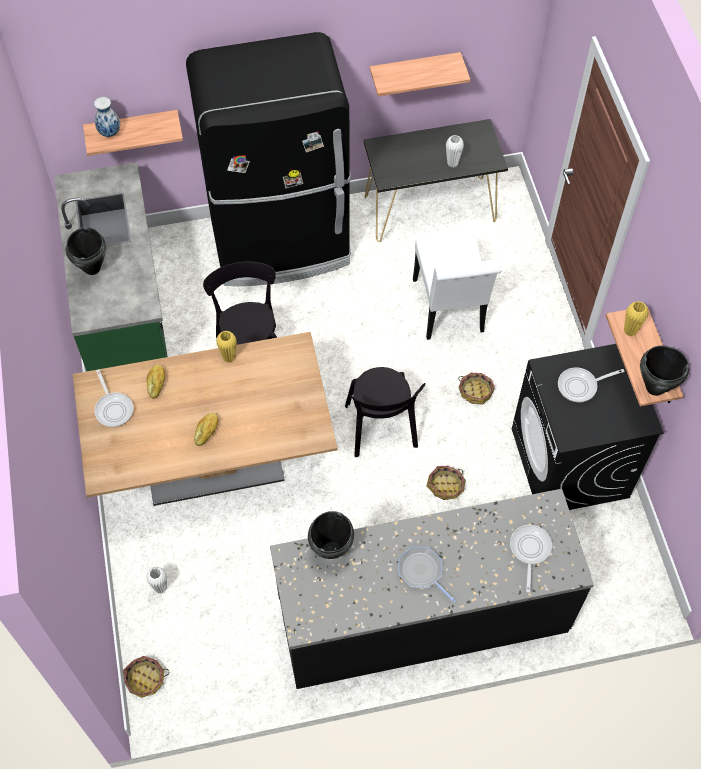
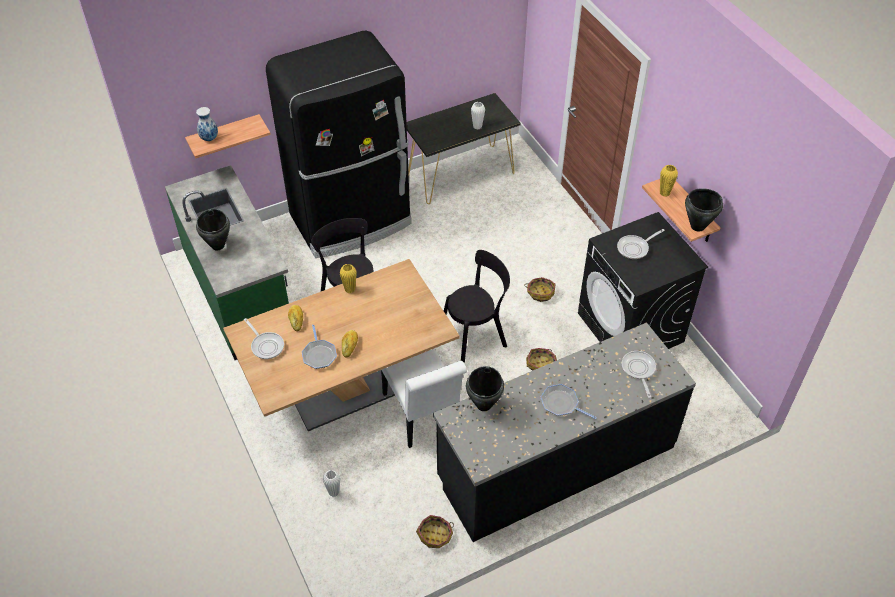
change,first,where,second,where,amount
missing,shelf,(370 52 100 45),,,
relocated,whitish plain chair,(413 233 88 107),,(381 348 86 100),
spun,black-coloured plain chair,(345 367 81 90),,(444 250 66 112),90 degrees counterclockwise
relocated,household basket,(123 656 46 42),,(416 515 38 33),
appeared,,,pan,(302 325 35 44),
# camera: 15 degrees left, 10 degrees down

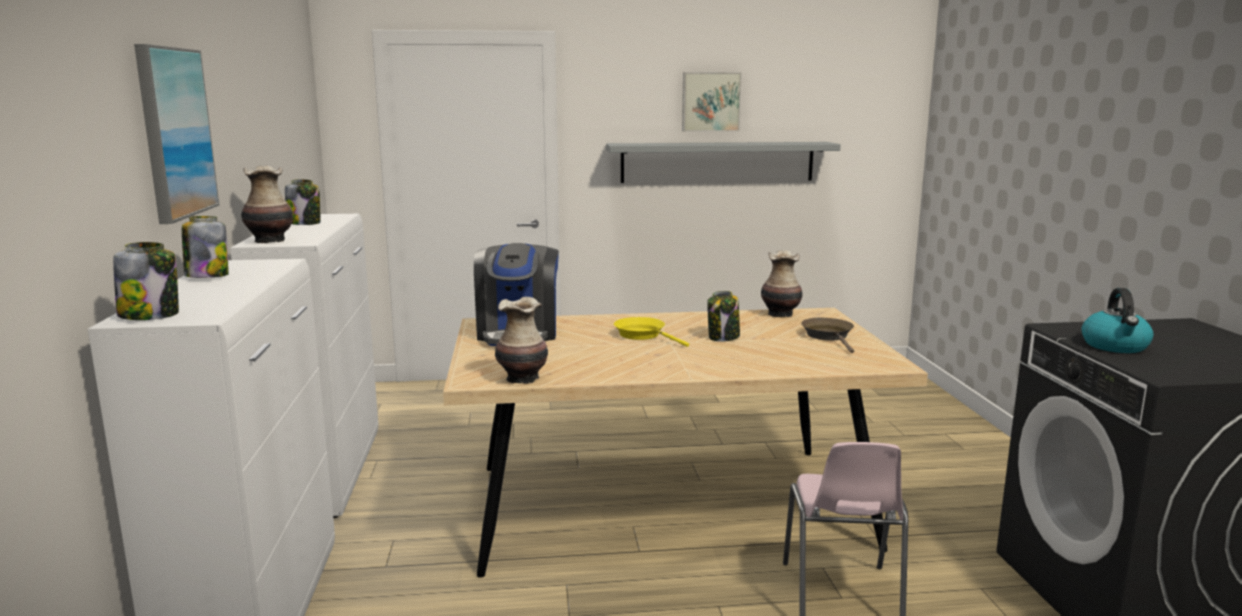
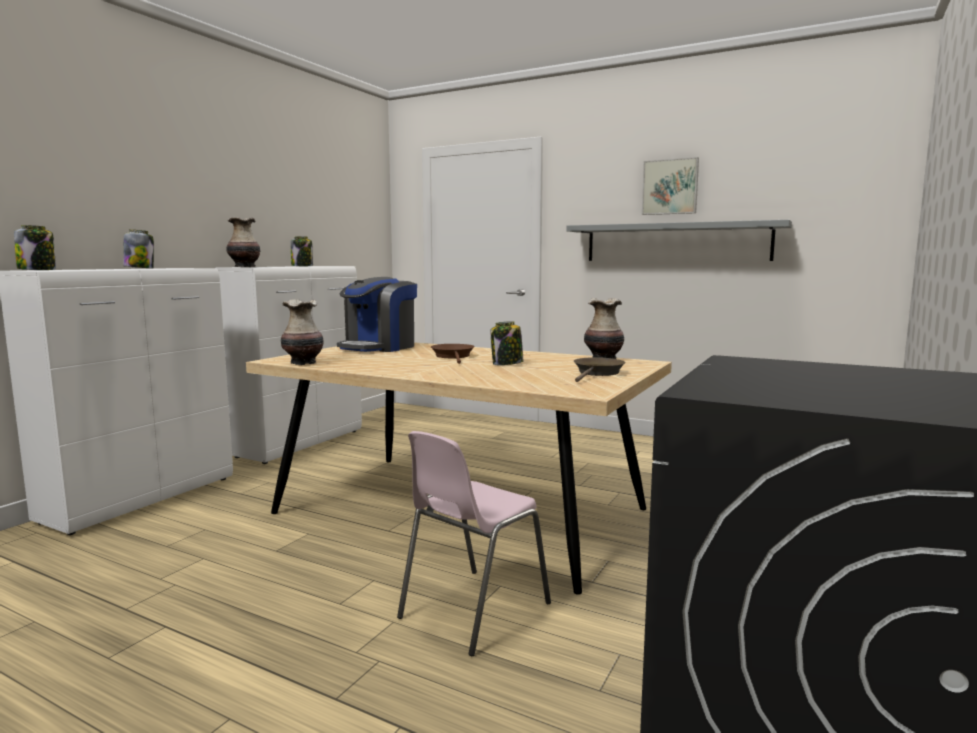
change,first,where,second,where,amount
missing,wall art,(134 44 85 180),,,
missing,kettle,(1082 288 71 65),,,
colour,yellowish pan,(614 317 75 30),brownish pan,(431 344 44 20),
# camera: 35 degrees right, 5 degrees down

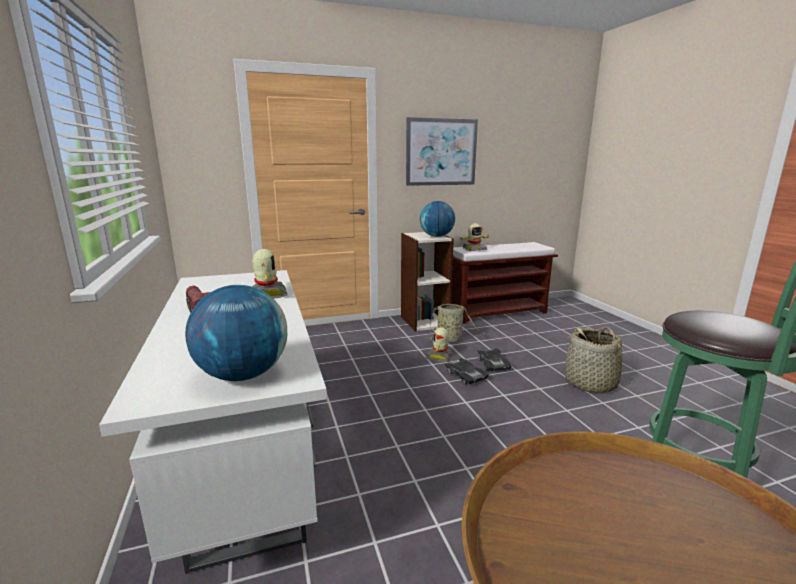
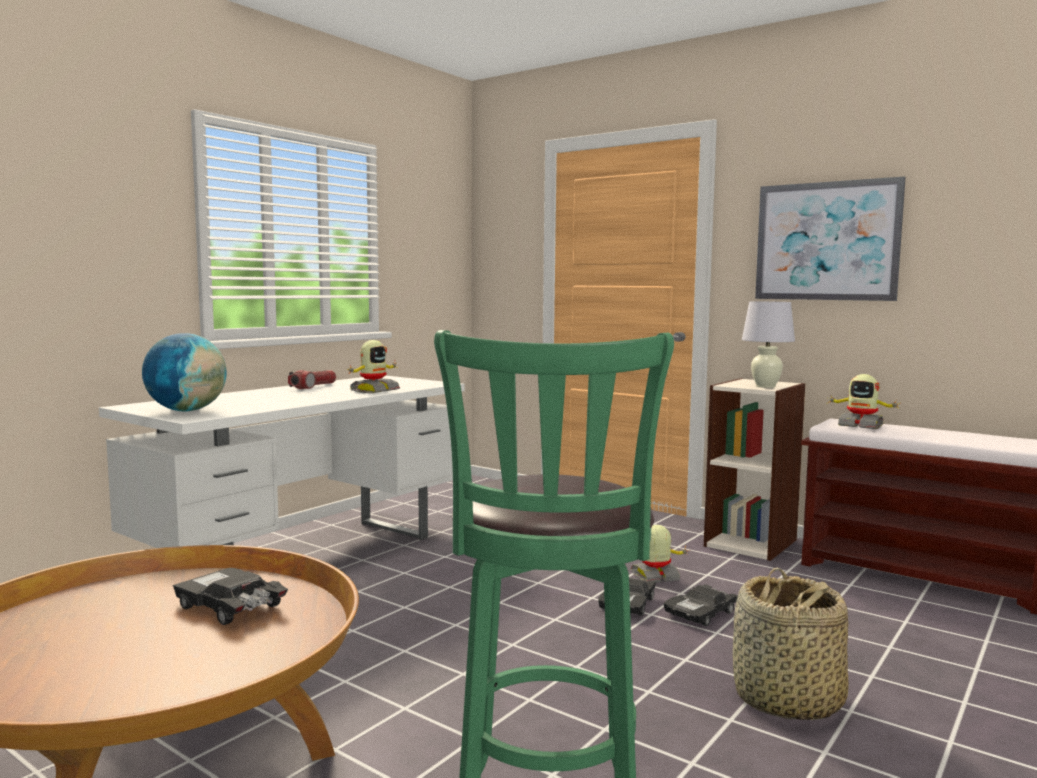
change,first,where,second,where,amount
exchanged,world globe,(420 201 35 36),whitish tabletop lamp,(742 301 53 87),
missing,household basket,(425 304 60 39),,,
appeared,,,black-coloured model car,(173 568 115 57),
# camera: 55 degrees right, 10 degrees down

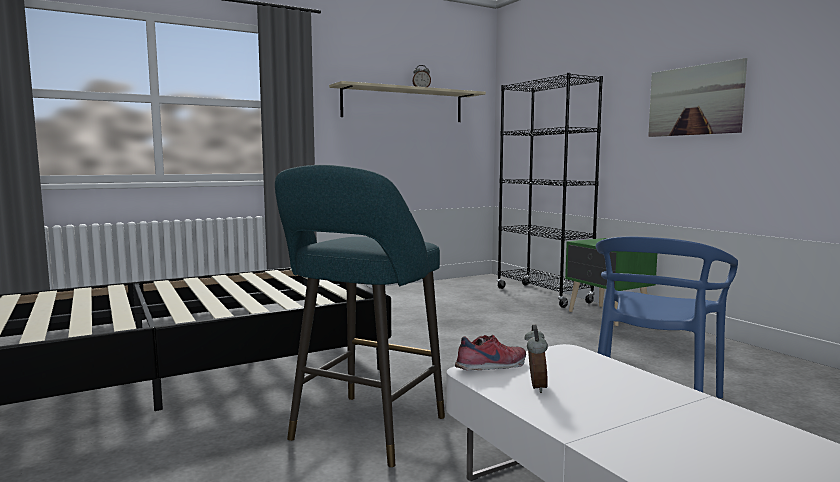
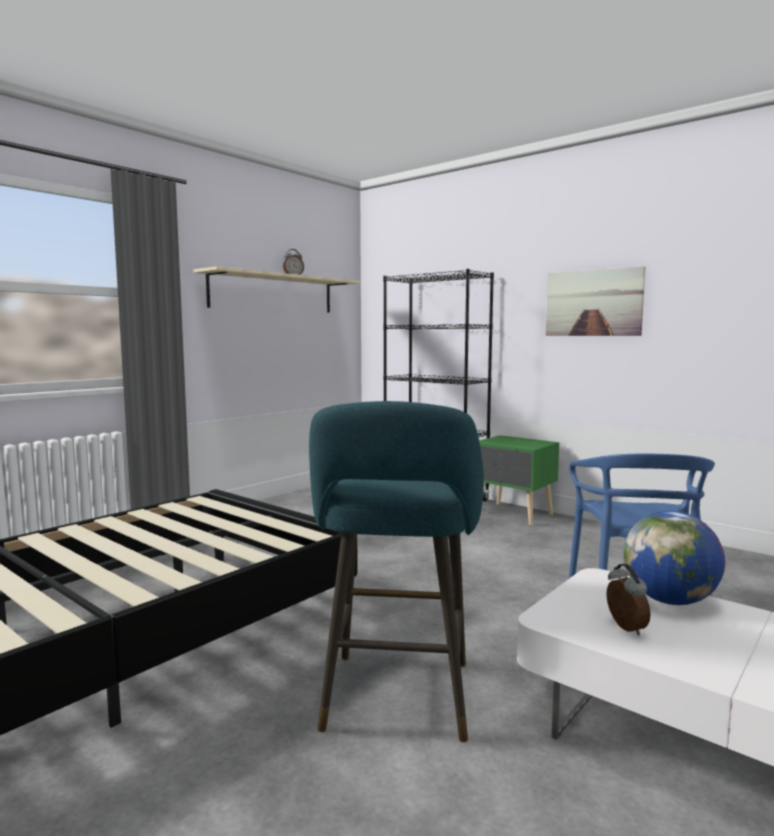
change,first,where,second,where,amount
missing,item of footwear,(455 335 71 35),,,
appeared,,,world globe,(624 511 101 94),
# camera: 20 degrees left, 0 degrees up

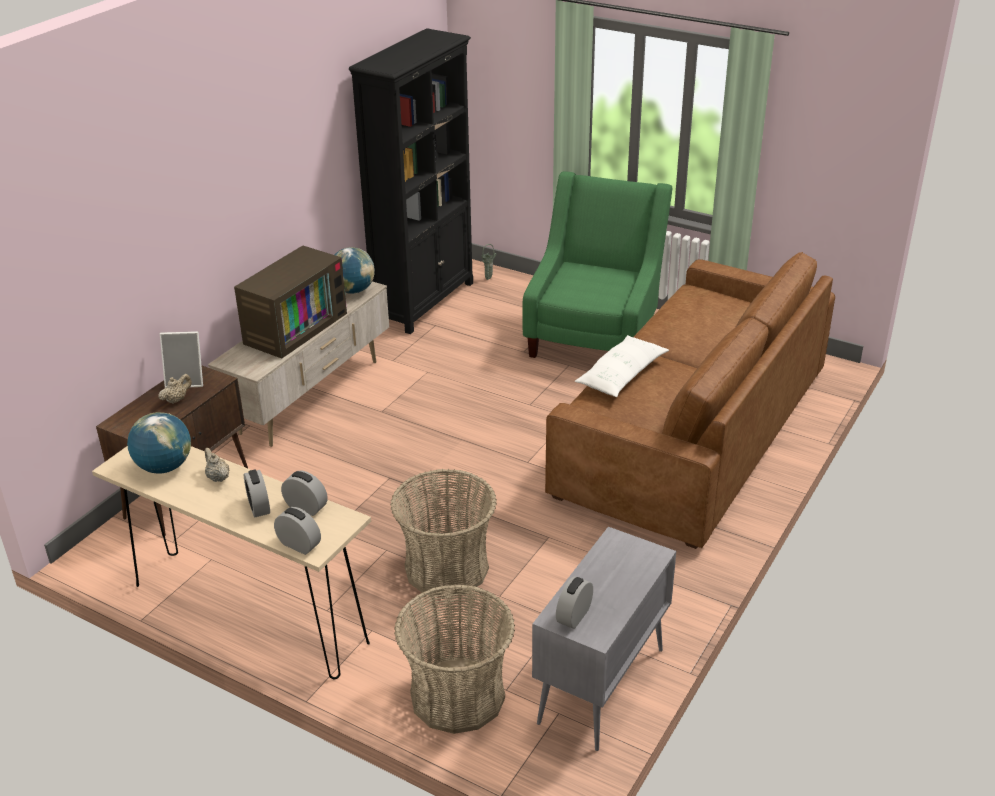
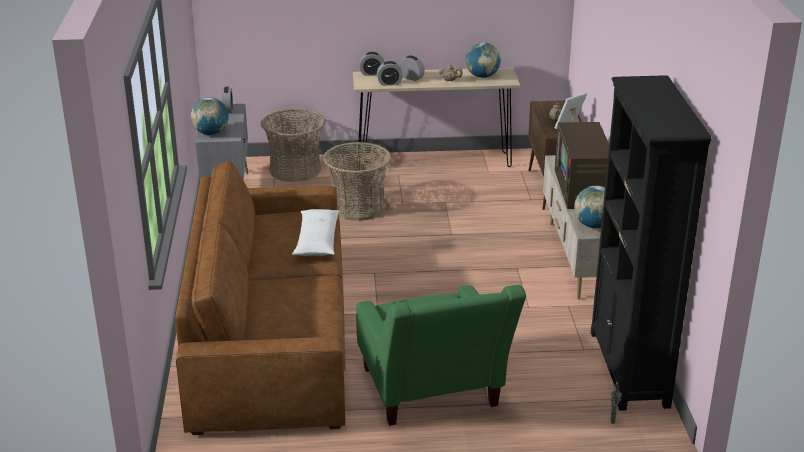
change,first,where,second,where,amount
appeared,,,world globe,(190 97 38 38),
# camera: 145 degrees right, 5 degrees down

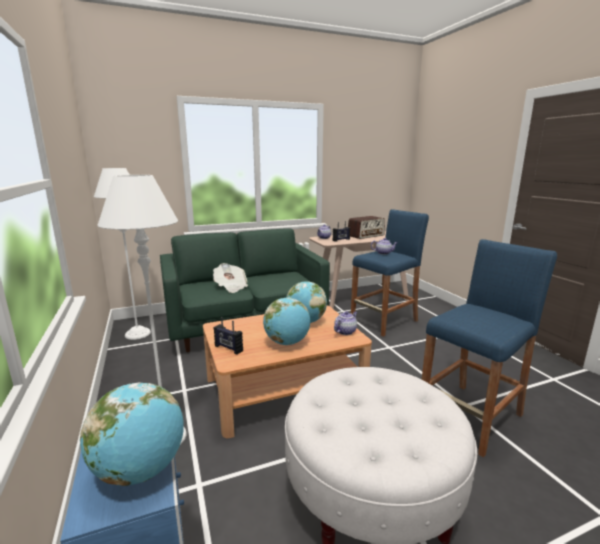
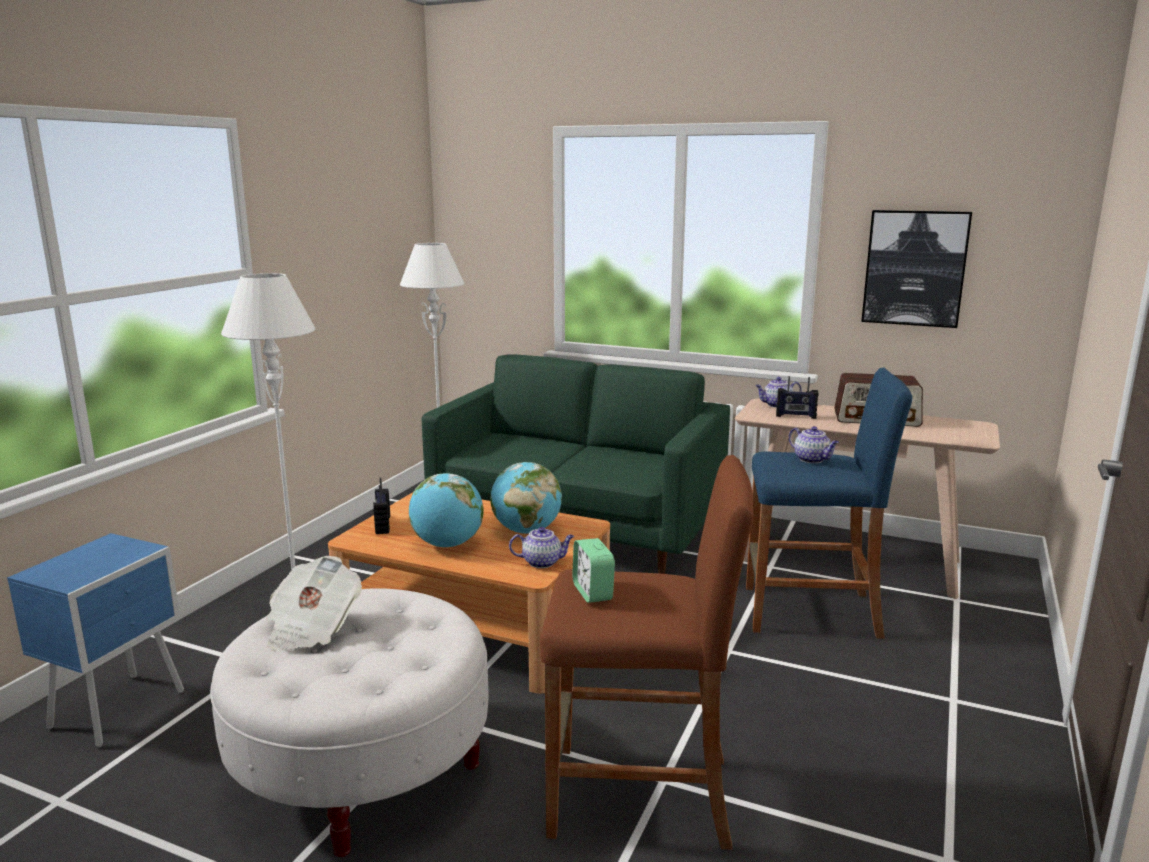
change,first,where,second,where,amount
colour,blue sitting stool,(422 239 135 218),brownish sitting stool,(540 455 213 395),
relocated,printed paper,(213 263 35 30),,(266 556 96 95),
missing,world globe,(80 382 104 104),,,
appeared,,,wall art,(861 210 111 118),
appeared,,,table clock,(572 538 43 65),
# camera: 45 degrees right, 0 degrees up

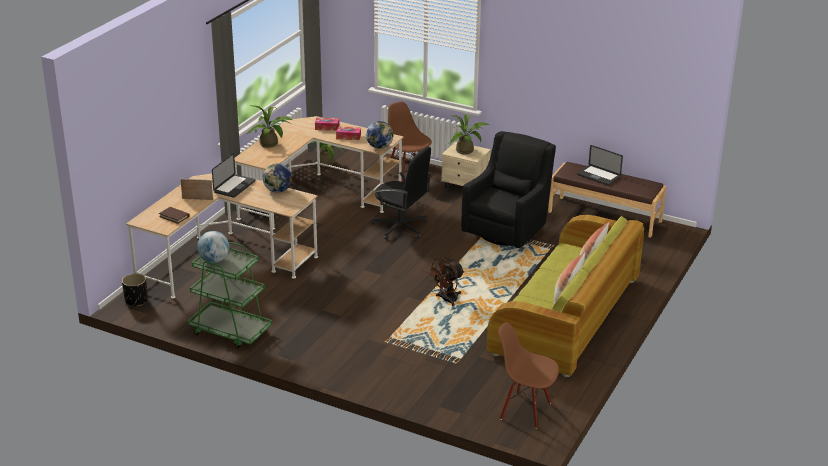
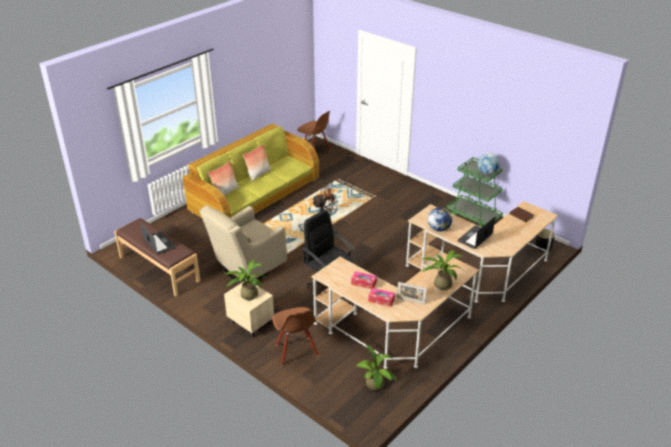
change,first,where,second,where,amount
missing,world globe,(366 121 28 28),,,
colour,black-coloured easy chair,(461 131 95 117),beige-coloured easy chair,(200 205 87 76),
relocated,photo frame,(180 179 33 21),,(397 282 30 22),
# camera: 165 degrees left, 5 degrees up

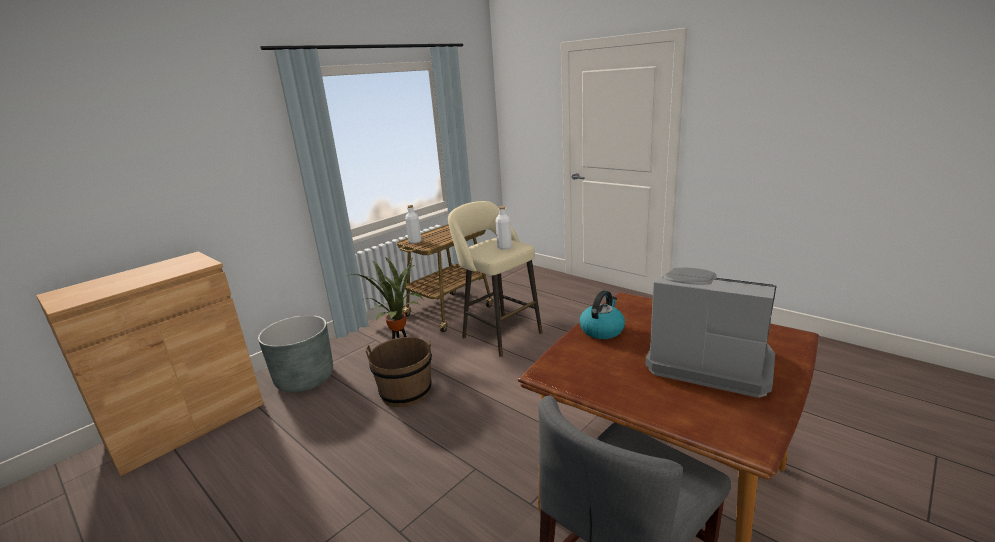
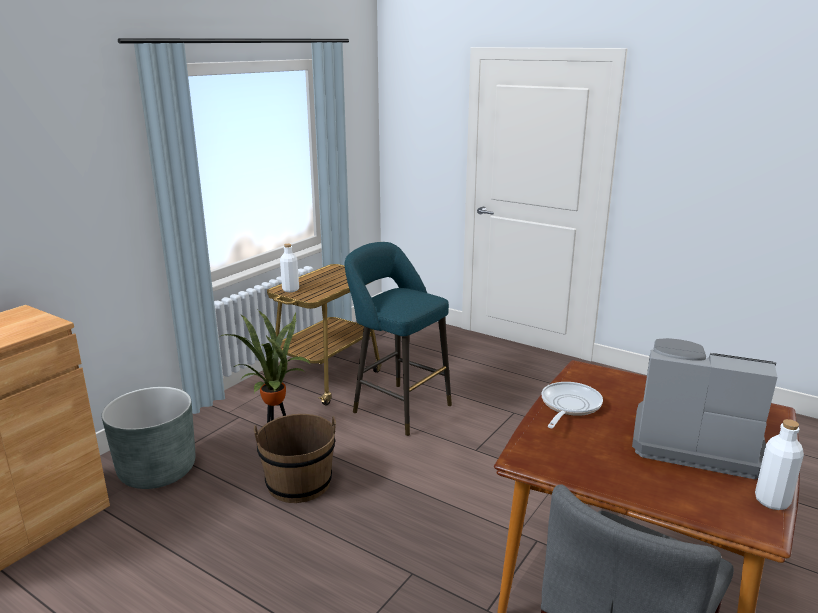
change,first,where,second,where,amount
colour,beige-coloured sitting stool,(448 201 94 156),turquoise-coloured sitting stool,(345 242 107 194),
relocated,whitish beverage bottle,(495 206 17 44),,(755 419 49 91),
exchanged,kettle,(579 290 46 49),pan,(542 382 61 46),
# camera: 10 degrees left, 0 degrees up

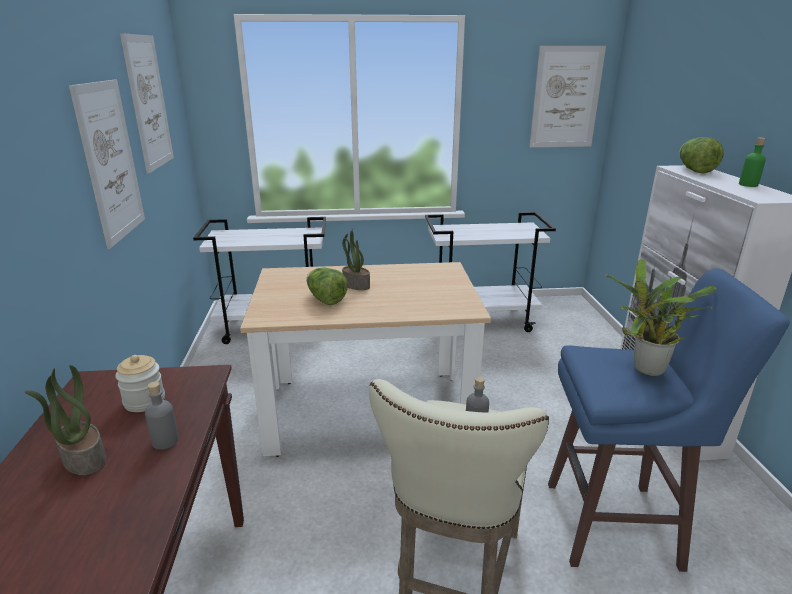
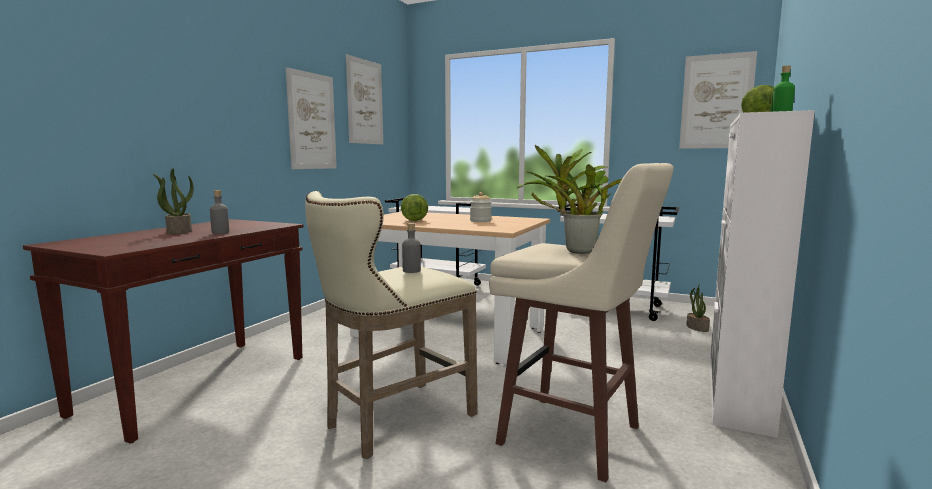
change,first,where,second,where,amount
relocated,plant in a pot,(342 228 28 62),,(686 284 24 48),
colour,blue sitting stool,(548 269 242 303),beige-coloured sitting stool,(489 163 185 319),
relocated,preserve jar,(116 355 49 57),,(470 192 22 30),
# camera: 30 degrees right, 15 degrees down

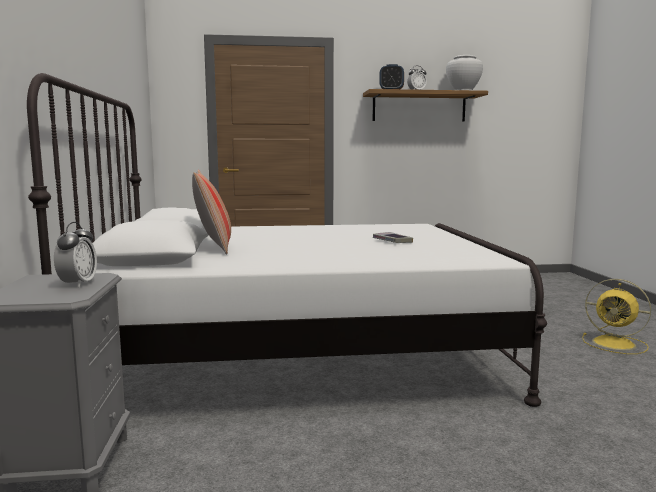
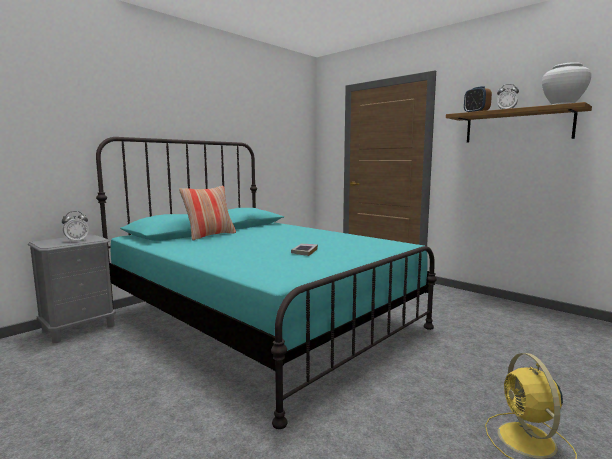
change,first,where,second,where,amount
colour,whitish bed,(27 73 520 334),turquoise-coloured bed,(96 137 341 292),
# camera: 50 degrees right, 0 degrees up

